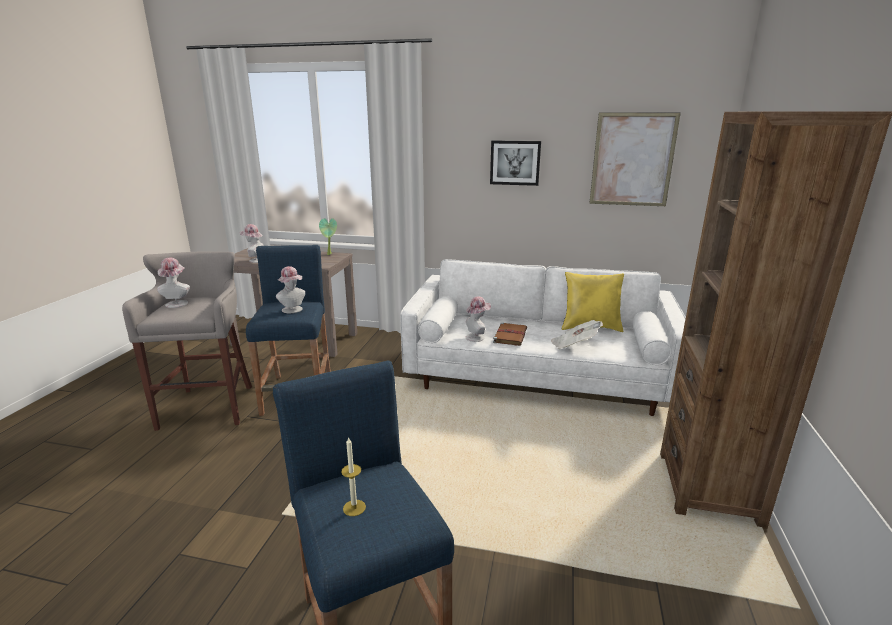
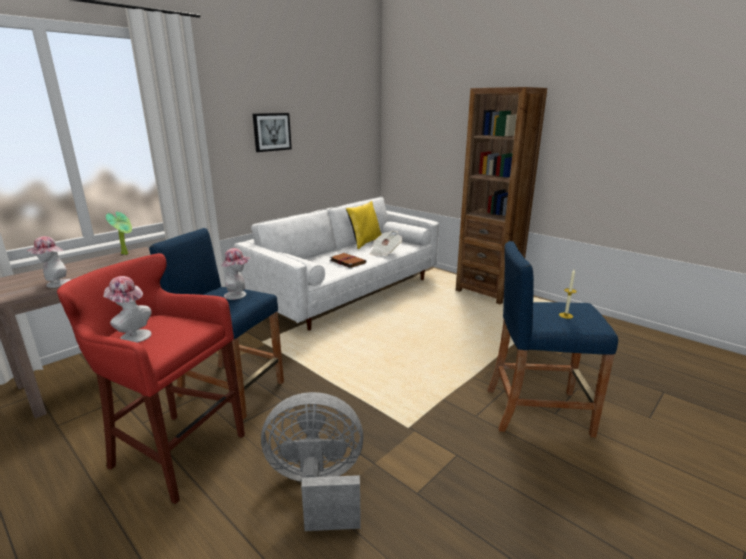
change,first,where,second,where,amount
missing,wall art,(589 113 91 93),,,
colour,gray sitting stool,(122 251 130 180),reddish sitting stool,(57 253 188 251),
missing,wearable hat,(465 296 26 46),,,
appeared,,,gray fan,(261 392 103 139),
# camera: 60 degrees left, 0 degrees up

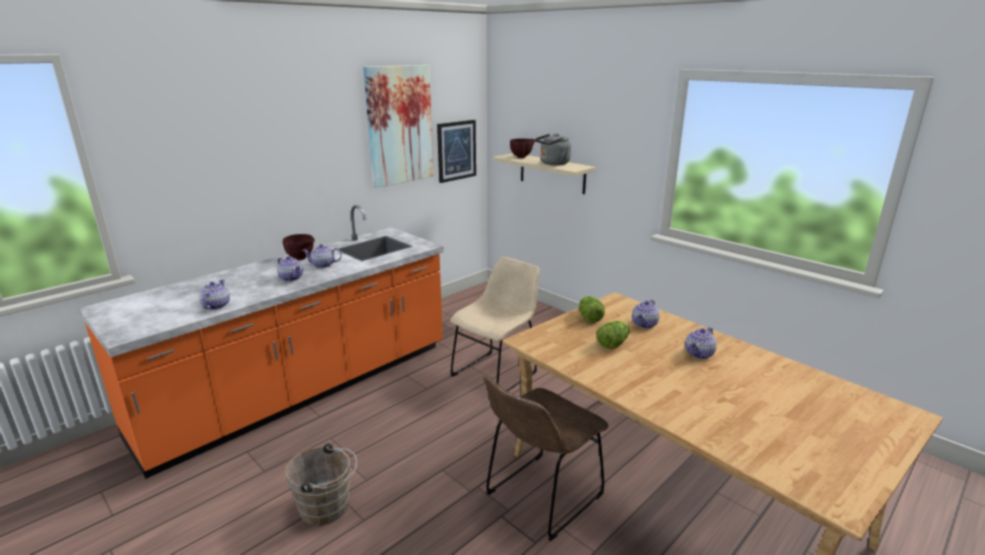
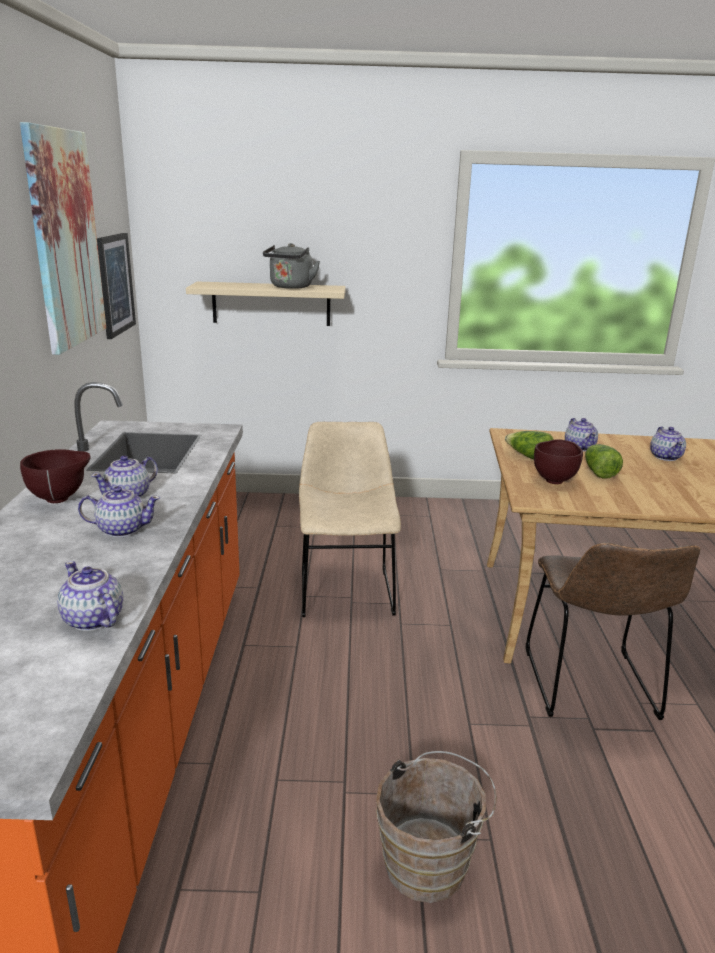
change,first,where,second,where,amount
relocated,brownish bowl,(510 138 25 20),,(534 439 49 45),
# camera: 45 degrees left, 0 degrees up

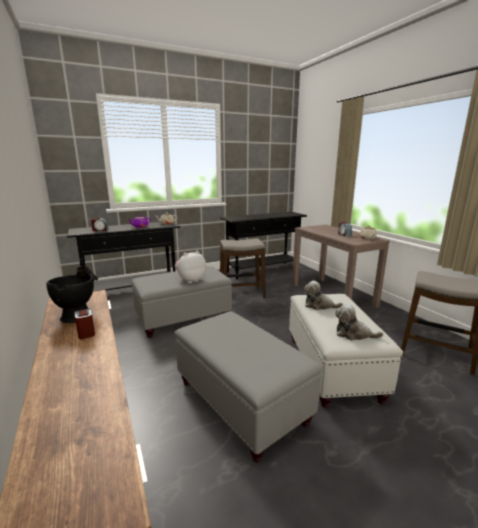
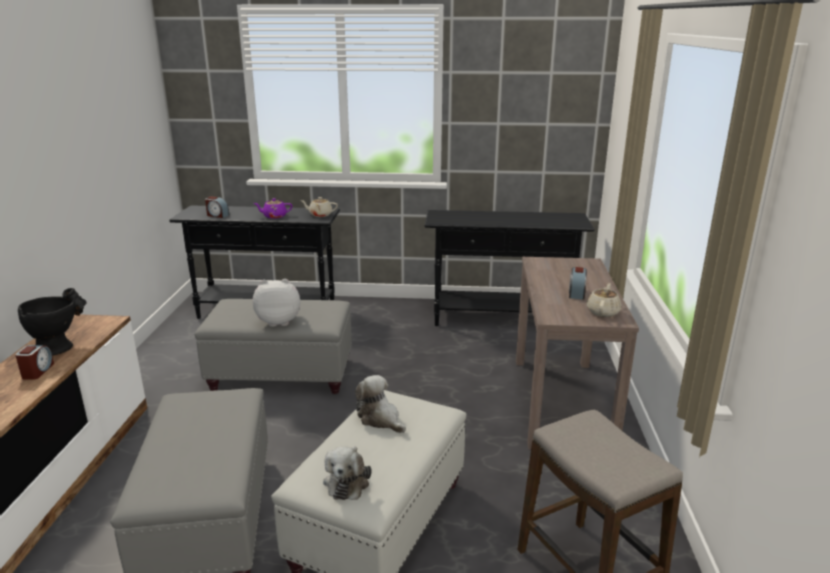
change,first,where,second,where,amount
missing,sitting stool,(220 238 46 60),,,
spun,soft toy,(335 304 48 36),,(323 446 48 54),135 degrees counterclockwise
# camera: 30 degrees right, 5 degrees up

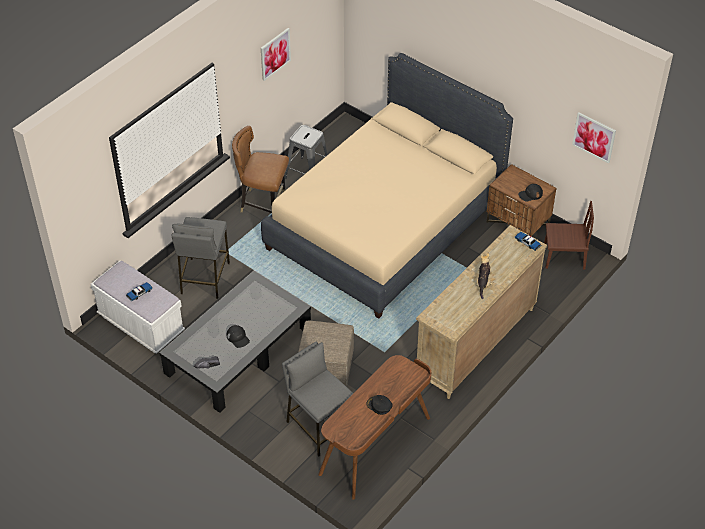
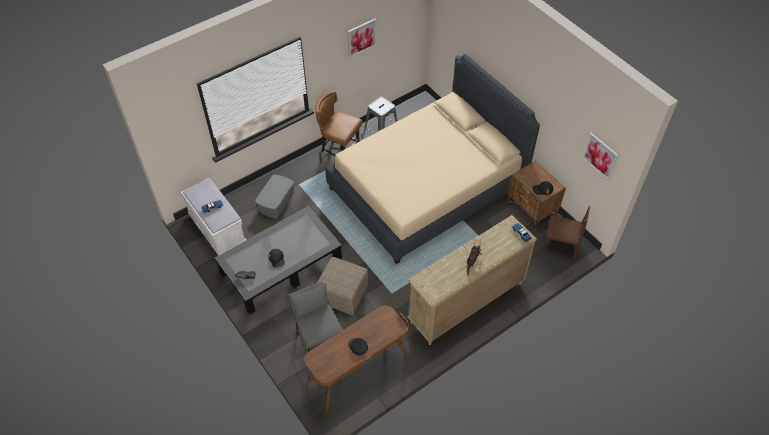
change,first,where,second,where,amount
exchanged,gray sitting stool,(172 217 58 82),gray storage container,(255 175 39 43),
# camera: 15 degrees right, 5 degrees up

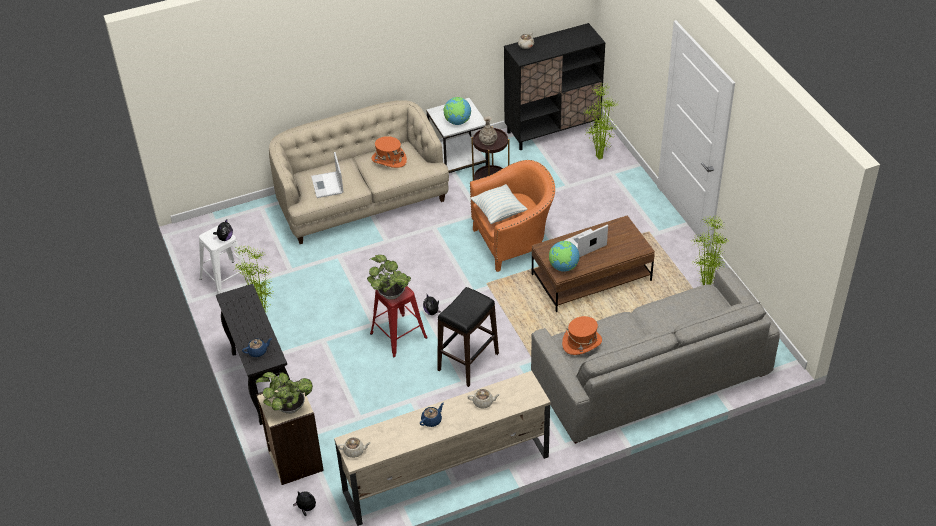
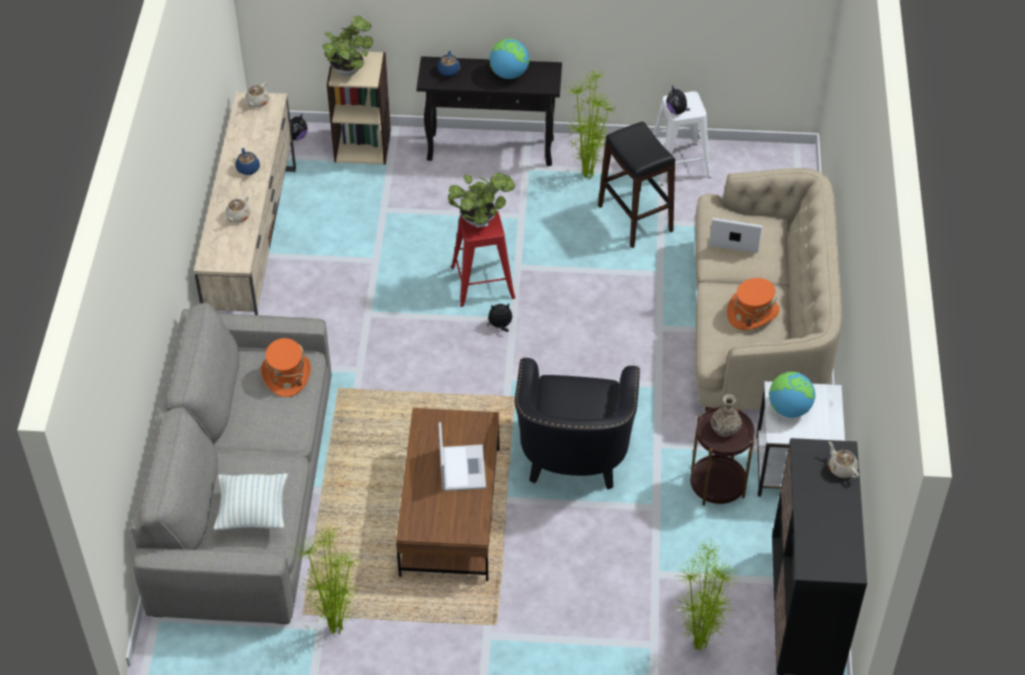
change,first,where,second,where,amount
colour,orangey easy chair,(470 160 85 112),black-coloured easy chair,(515 358 125 132),
relocated,cushion,(470 184 57 40),,(214 473 74 57),
relocated,world globe,(549 241 31 31),,(489 39 40 40),
relocated,black-coloured sitting stool,(437 287 62 100),,(598 122 77 126),
# camera: 115 degrees right, 5 degrees up

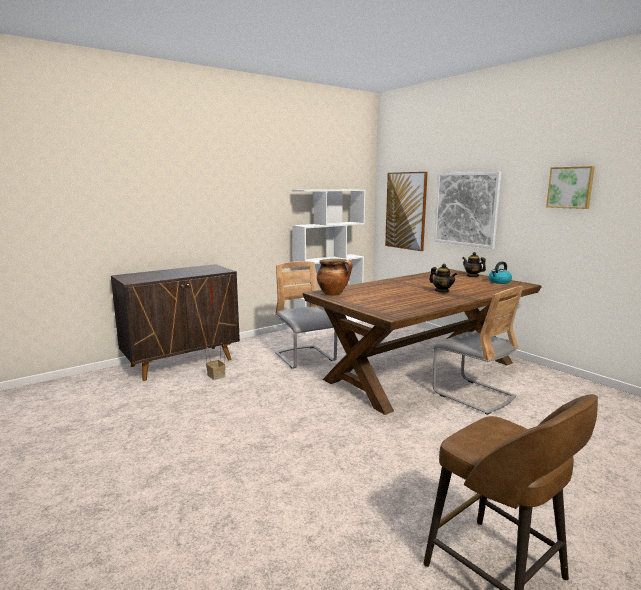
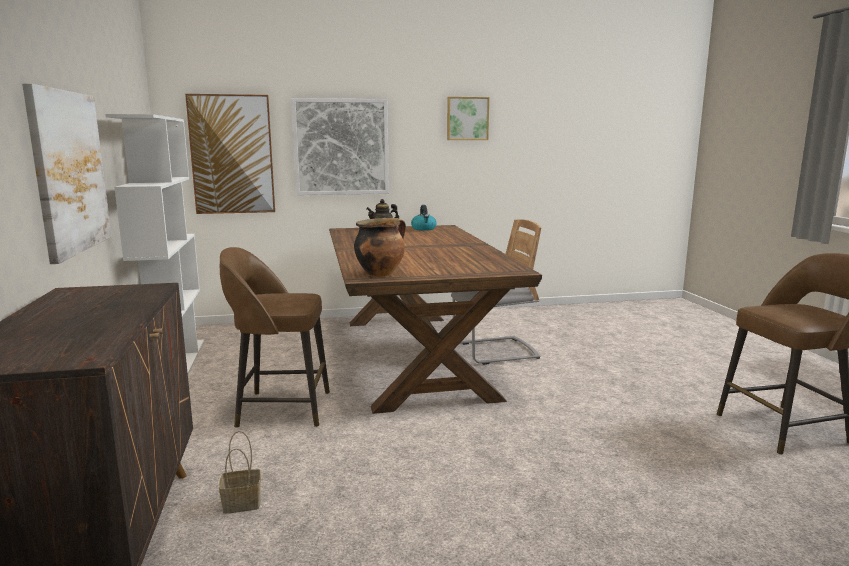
change,first,where,second,where,amount
exchanged,gray plain chair,(275 261 62 108),brownish sitting stool,(220 247 110 181),
missing,teapot,(429 263 28 30),,,
appeared,,,wall art,(22 83 90 181),
# camera: 65 degrees left, 0 degrees up

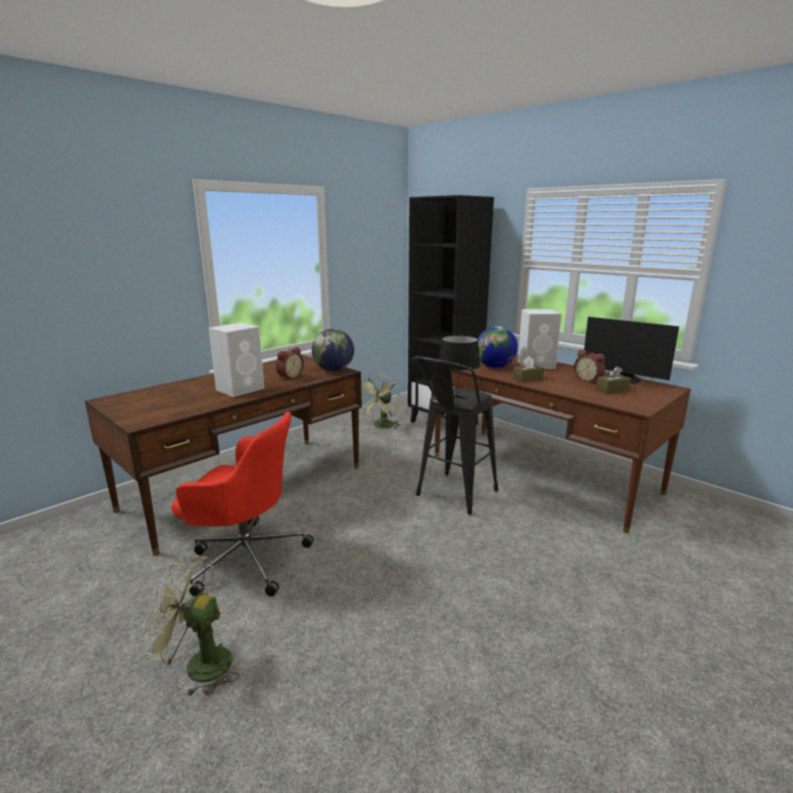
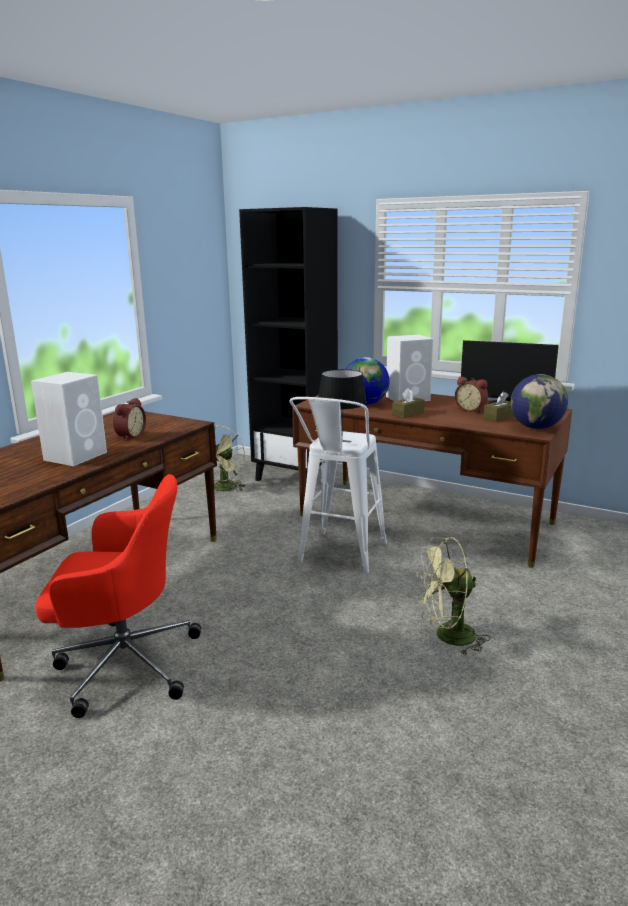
change,first,where,second,where,amount
relocated,world globe,(312 329 42 42),,(511 374 57 55),
colour,black-coloured sitting stool,(412 356 86 159),whitish sitting stool,(290 397 97 176),
relocated,green fan,(142 554 97 143),,(417 537 73 118),
# camera: 15 degrees left, 0 degrees up

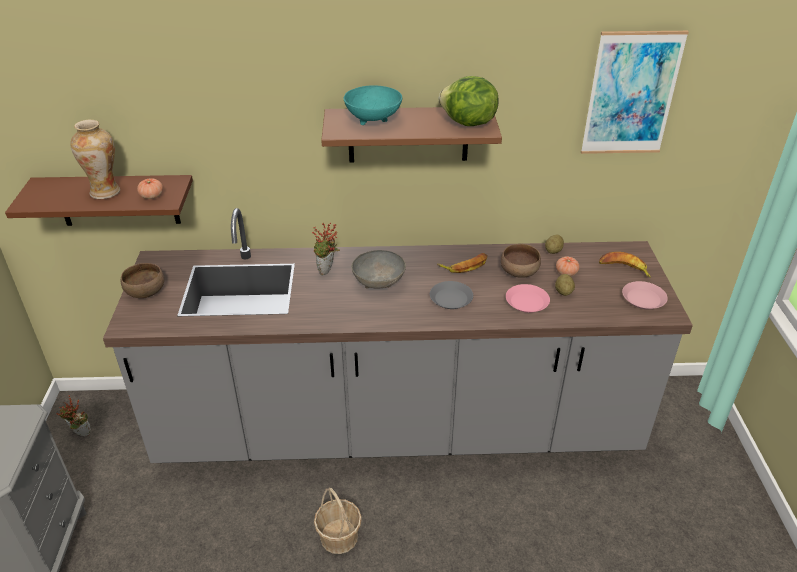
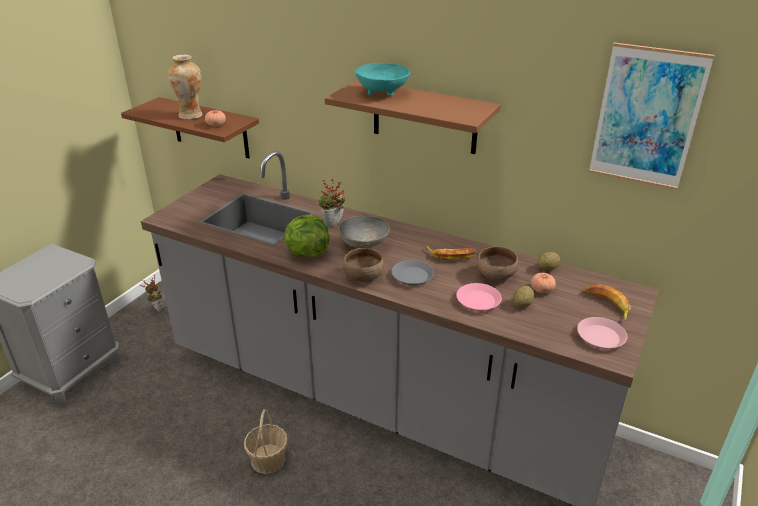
change,first,where,second,where,amount
relocated,head of lettuce,(439 76 60 50),,(284 215 45 43),
relocated,brownish bowl,(121 263 43 35),,(343 248 41 34),
# camera: 30 degrees right, 5 degrees down

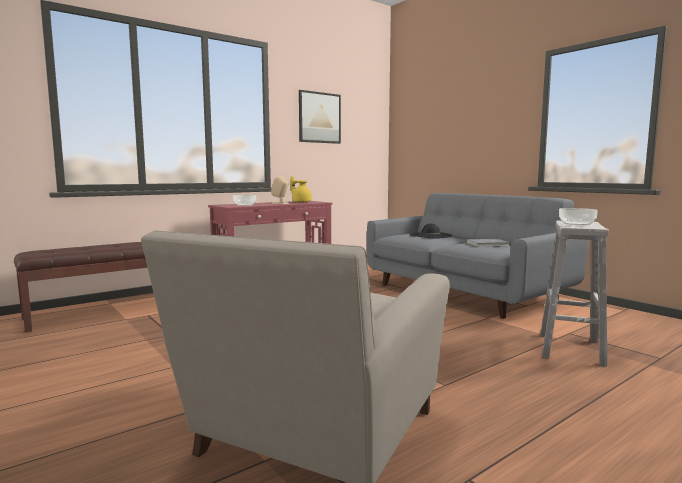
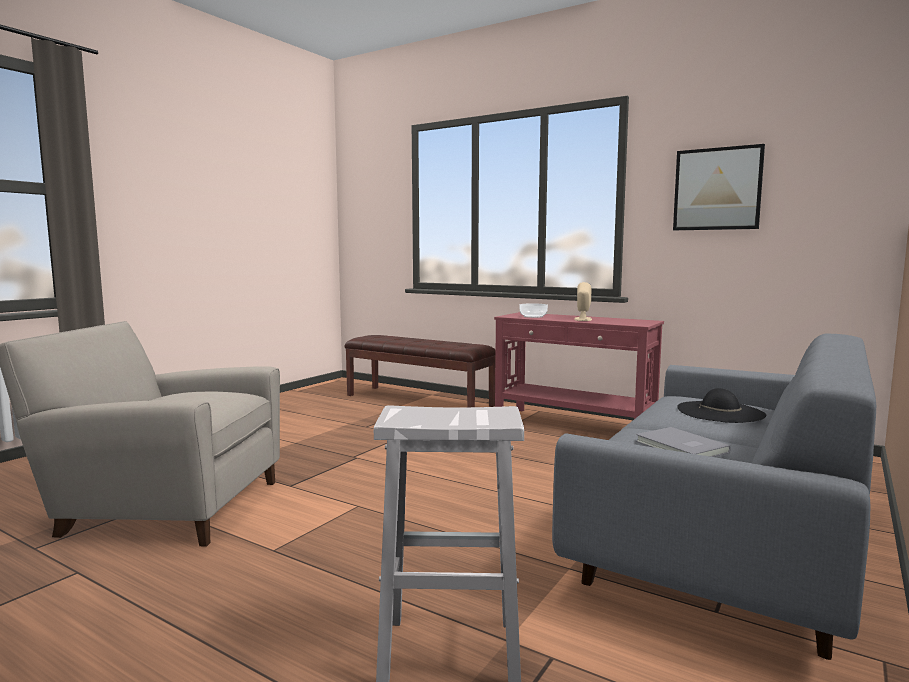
change,first,where,second,where,amount
missing,yellowish teapot,(290 176 22 27),,,
missing,bowl,(559 208 39 17),,,
# camera: 70 degrees right, 0 degrees up

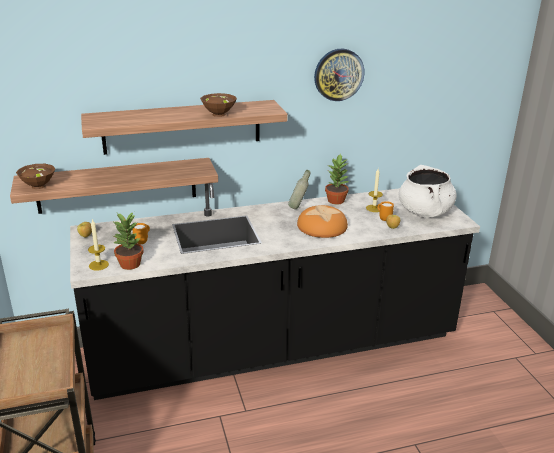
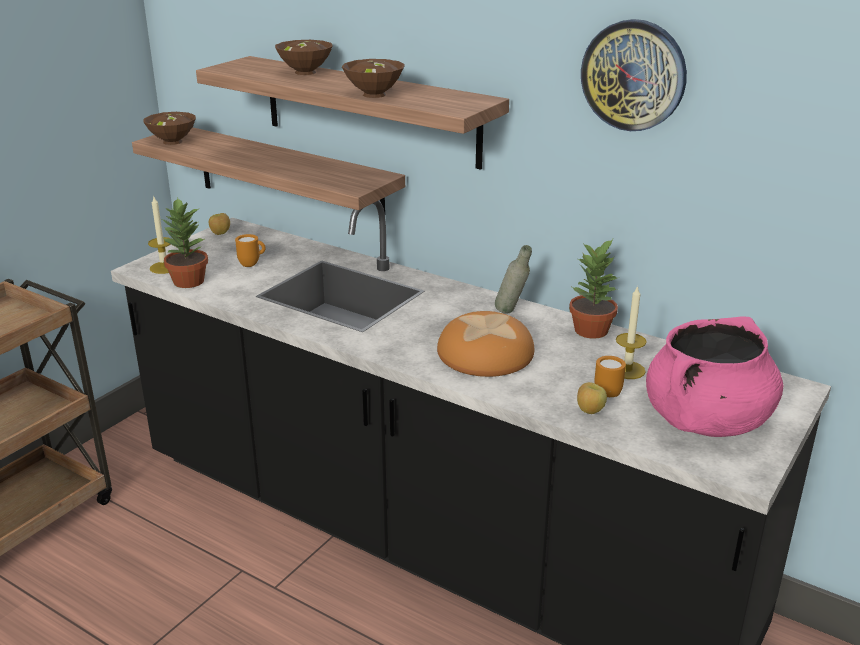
change,first,where,second,where,amount
colour,whitish cooking pot,(399 165 58 53),pink-coloured cooking pot,(646 316 137 121),
appeared,,,brownish bowl,(275 40 58 35),
# camera: 50 degrees right, 0 degrees up

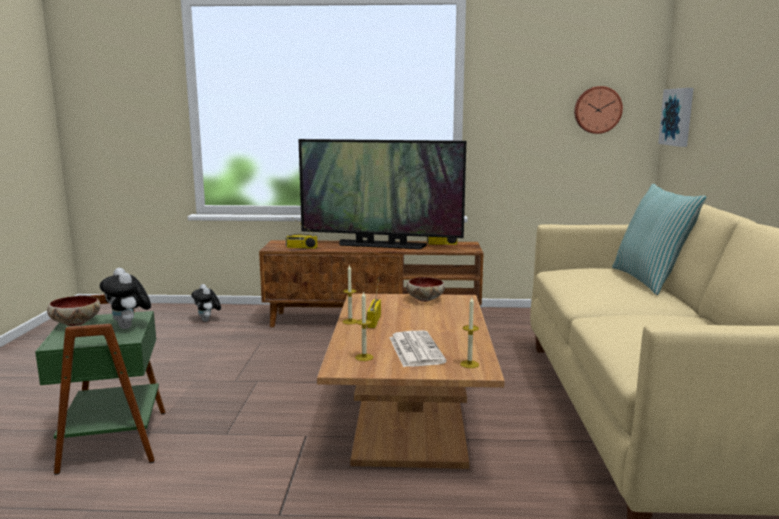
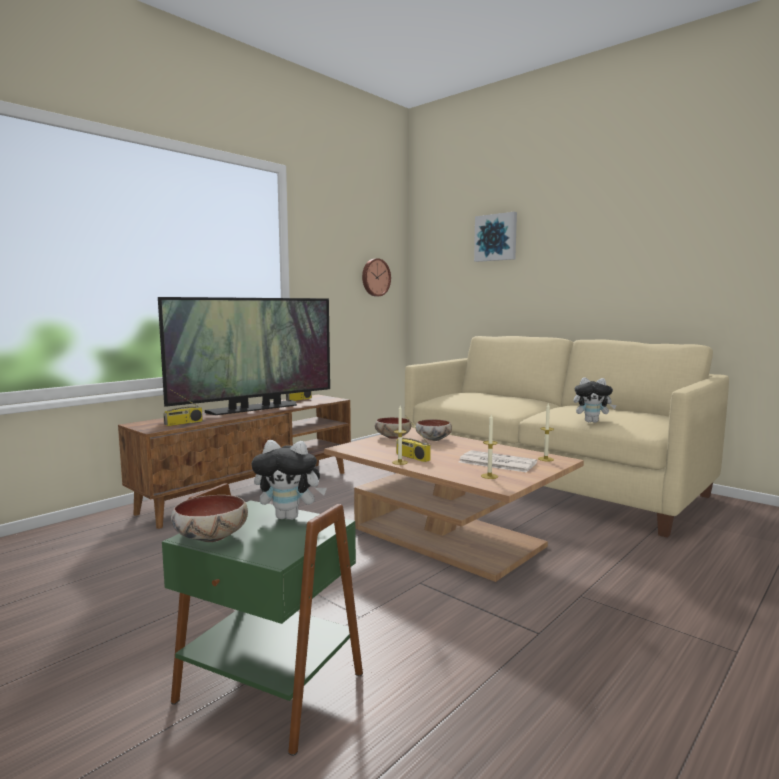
change,first,where,second,where,amount
relocated,wall art,(658 88 36 59),,(474 212 43 50),
missing,cushion,(612 184 94 111),,,
relocated,soft toy,(191 284 30 38),,(573 377 44 46),
appeared,,,bowl,(416 419 36 22),
# camera: 50 degrees left, 5 degrees down

